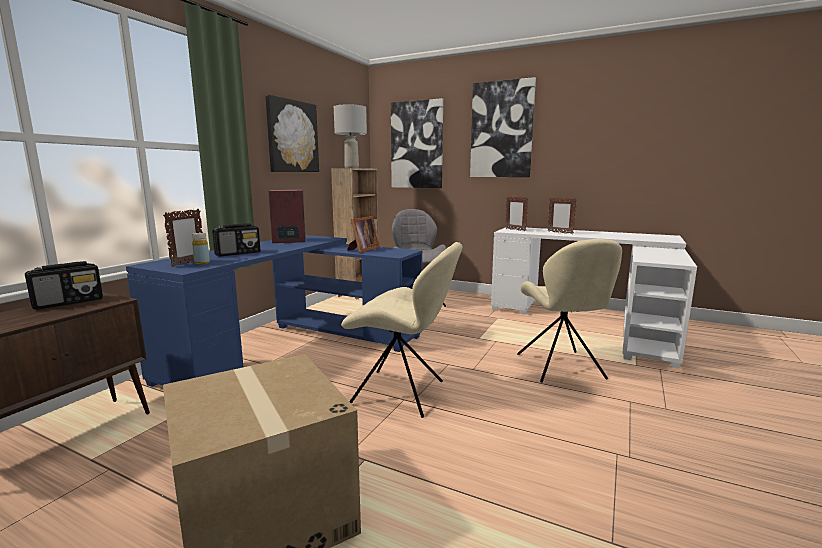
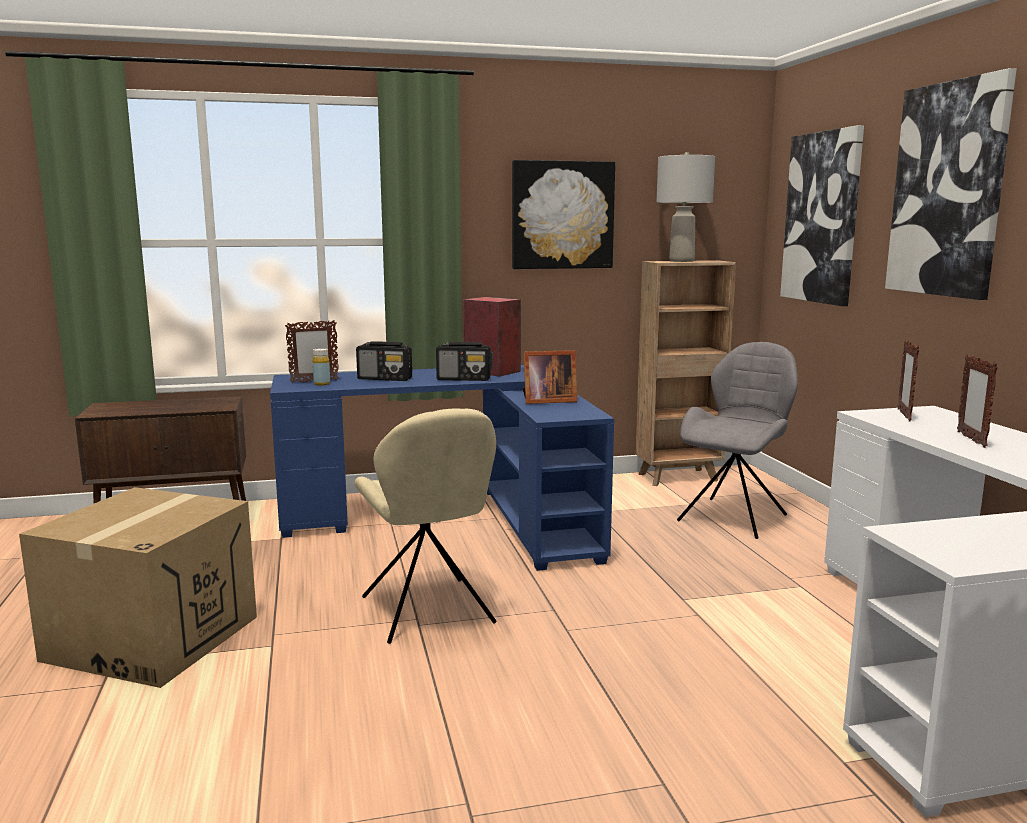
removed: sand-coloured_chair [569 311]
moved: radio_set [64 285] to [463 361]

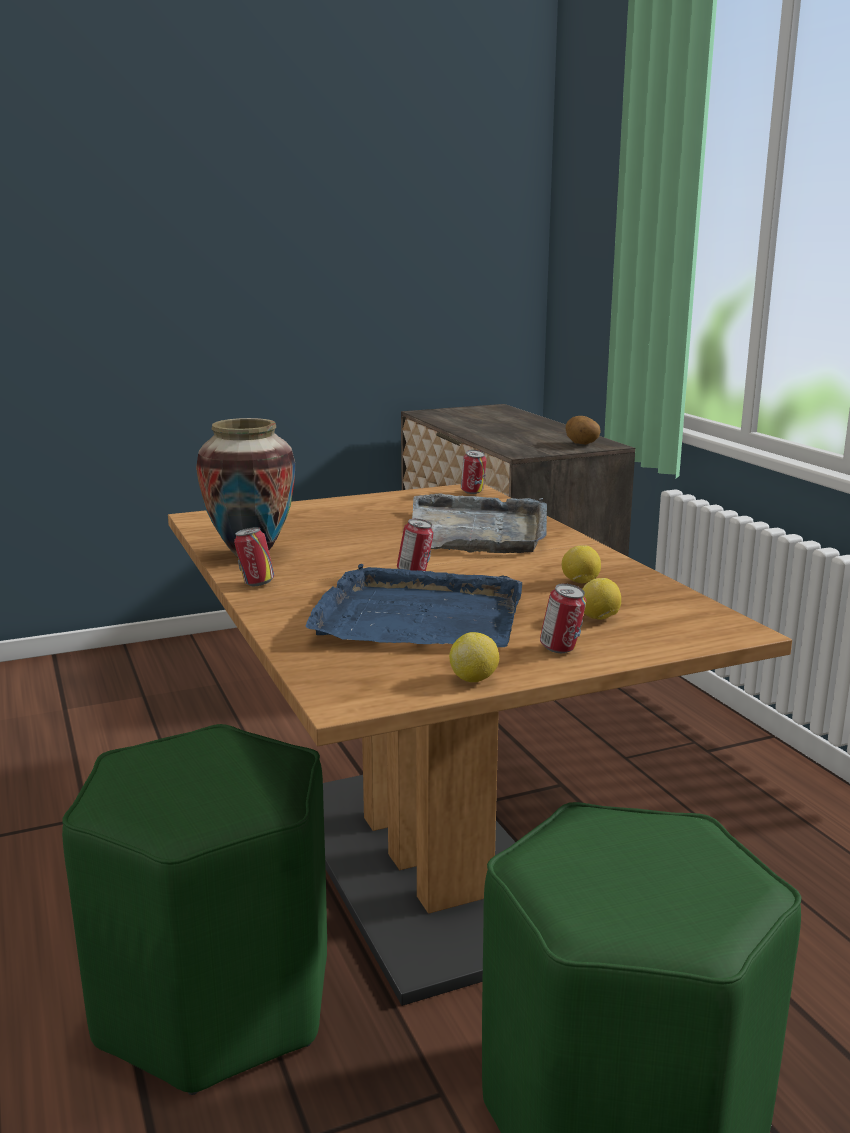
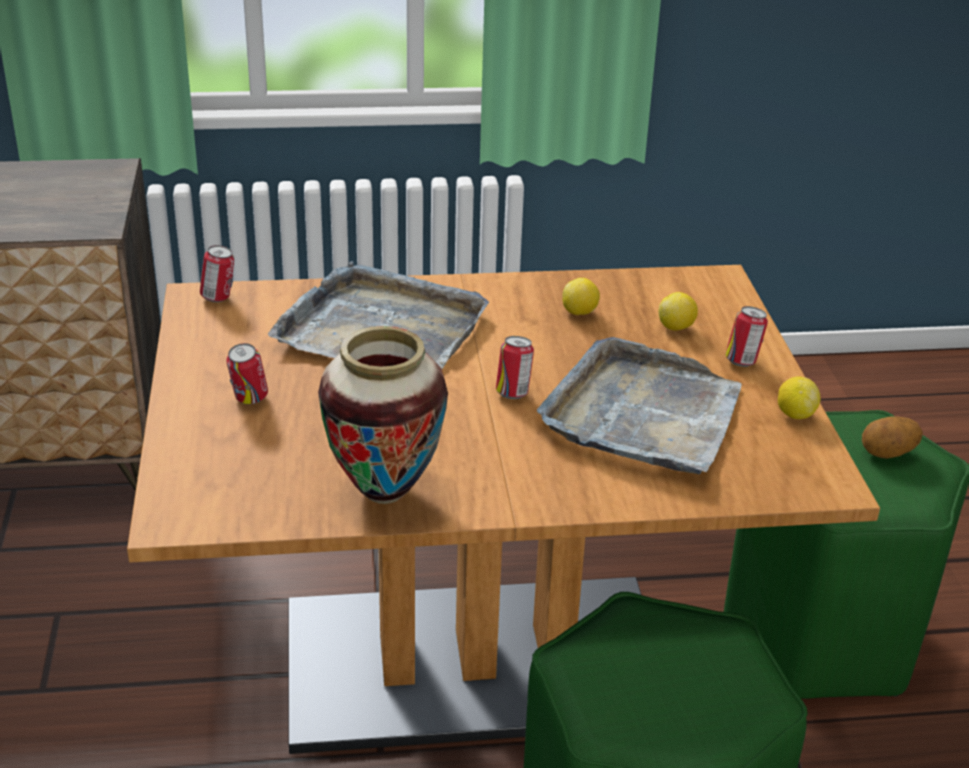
moved: metal_can [254 556] to [247 373]; whole_potato [583 430] to [892 437]
recoloured: blue-coloured_carrying_tray [414 605] to grey_carrying_tray [639 405]

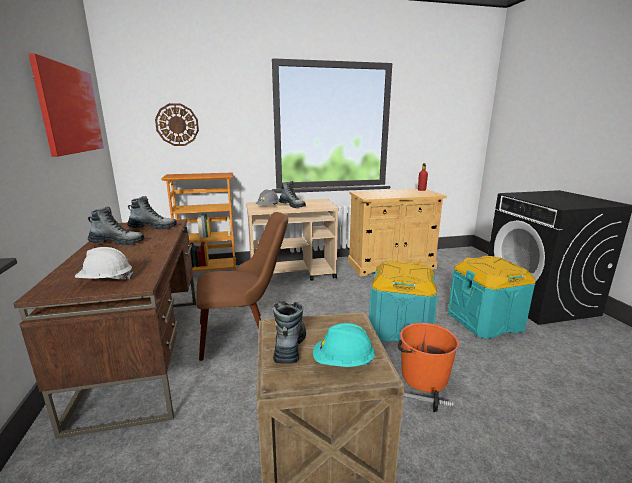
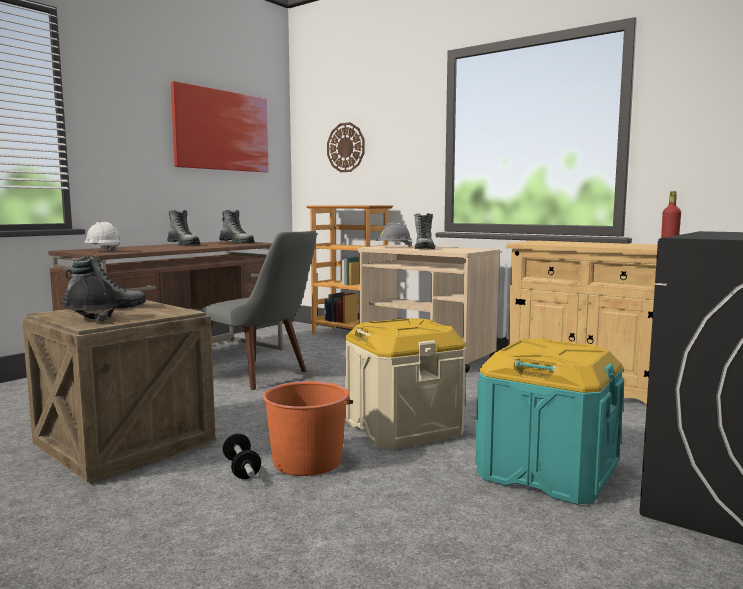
recoloured: brown_chair [242 286] to grey_chair [259 310]; turquoise_work_helmet [344 345] to blackish_work_helmet [91 299]; turquoise_storage_container [403 301] to sand-coloured_storage_container [405 384]

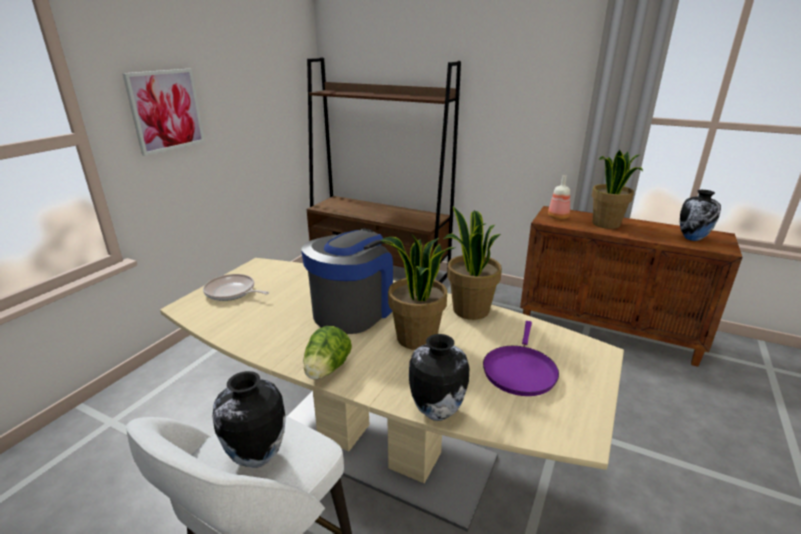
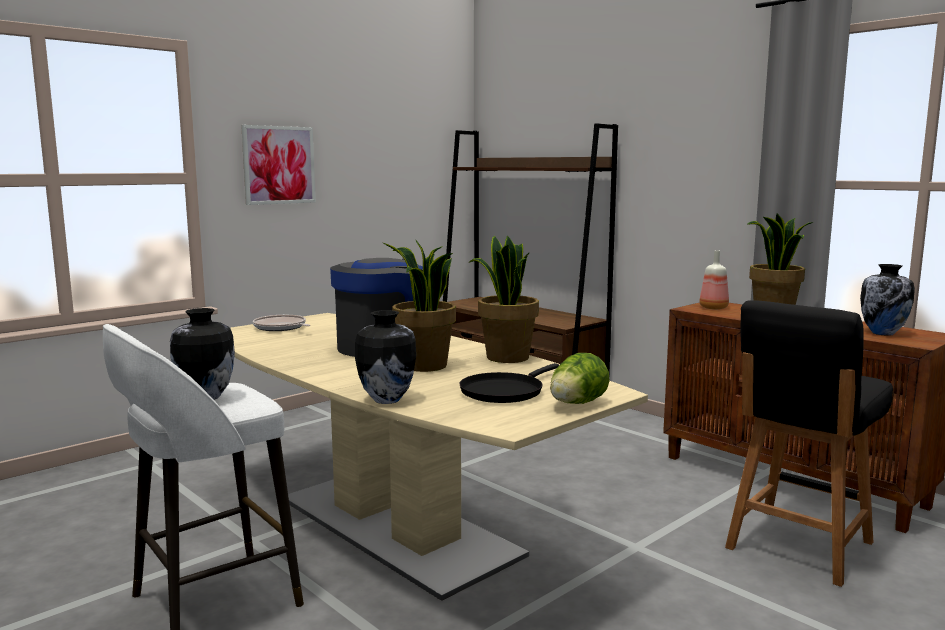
added: blackish_chair [809 443]
moved: head_of_lettuce [328 353] to [580 378]
recoloured: purple-coloured_frying_pan [521 358] to blackish_frying_pan [509 383]

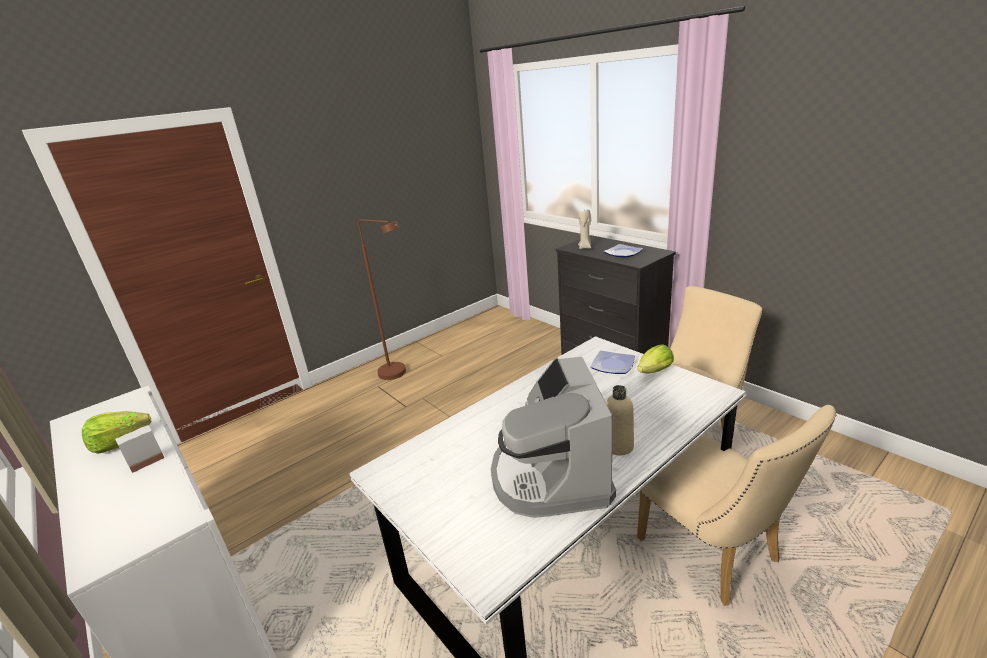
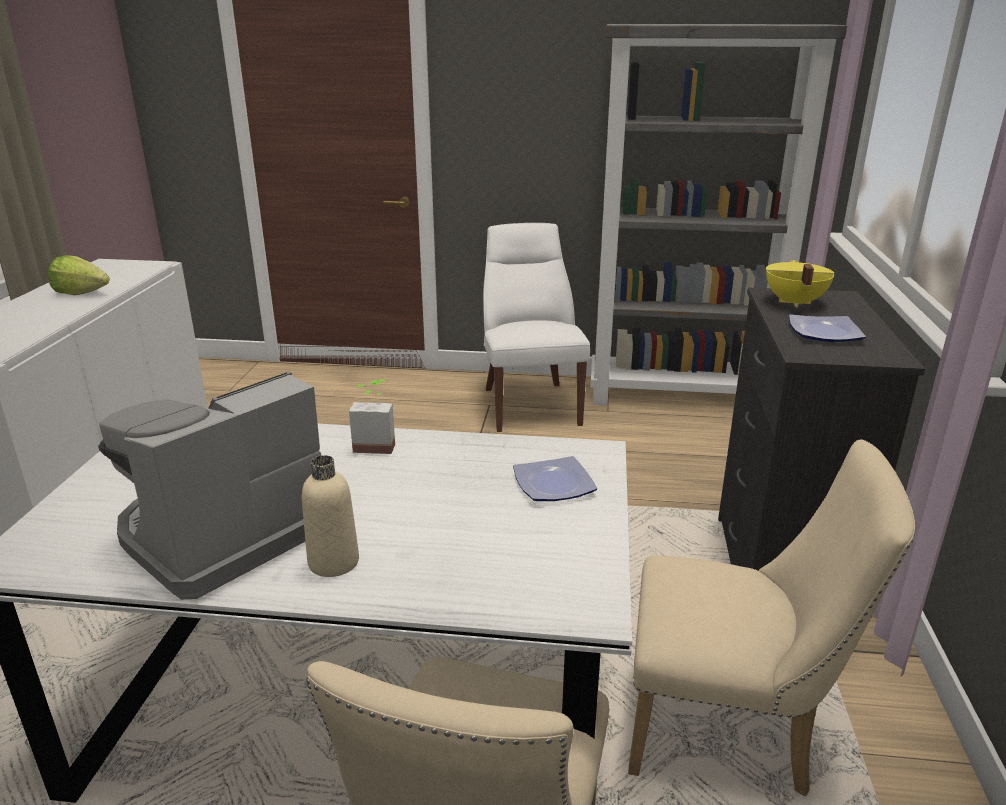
removed: head_of_lettuce [655 358]
added: grey_shelving_unit [718 214]
moved: potted_plant [139 442] to [372 416]
replaced: brown_standard_lamp [382 299] to whitish_chair [536 327]; sand-coloured_wax_candle [584 229] to yellowish_stockpot [800 284]

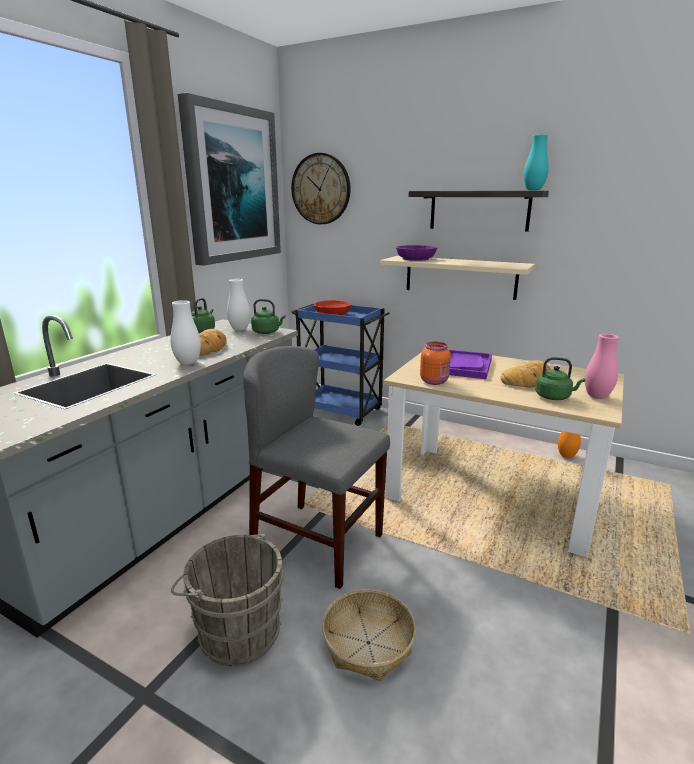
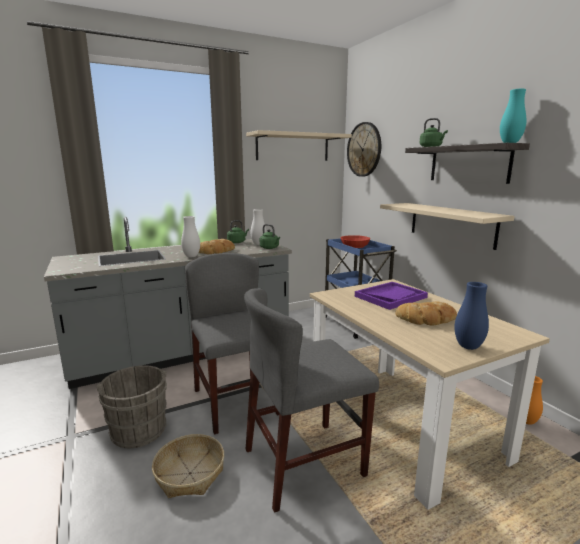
removed: purple-coloured_deep_dish [417 253]; orange_jar [435 363]
added: grey_chair [311 400]
moved: green_water_kettle [560 378] to [434 132]
replaced: wall_art [229 179] to sand-coloured_shelf [299 145]
recoloured: pink-coloured_decorative_vase [602 366] to blue-coloured_decorative_vase [471 316]

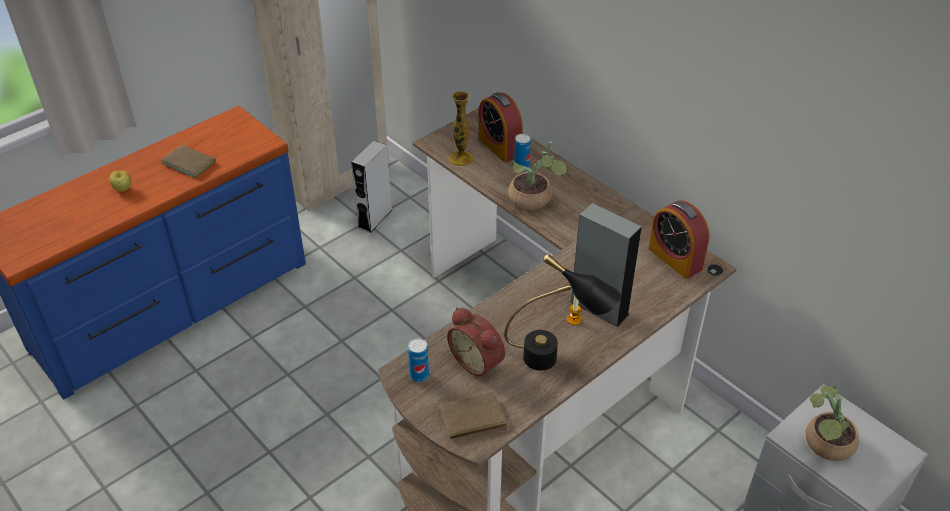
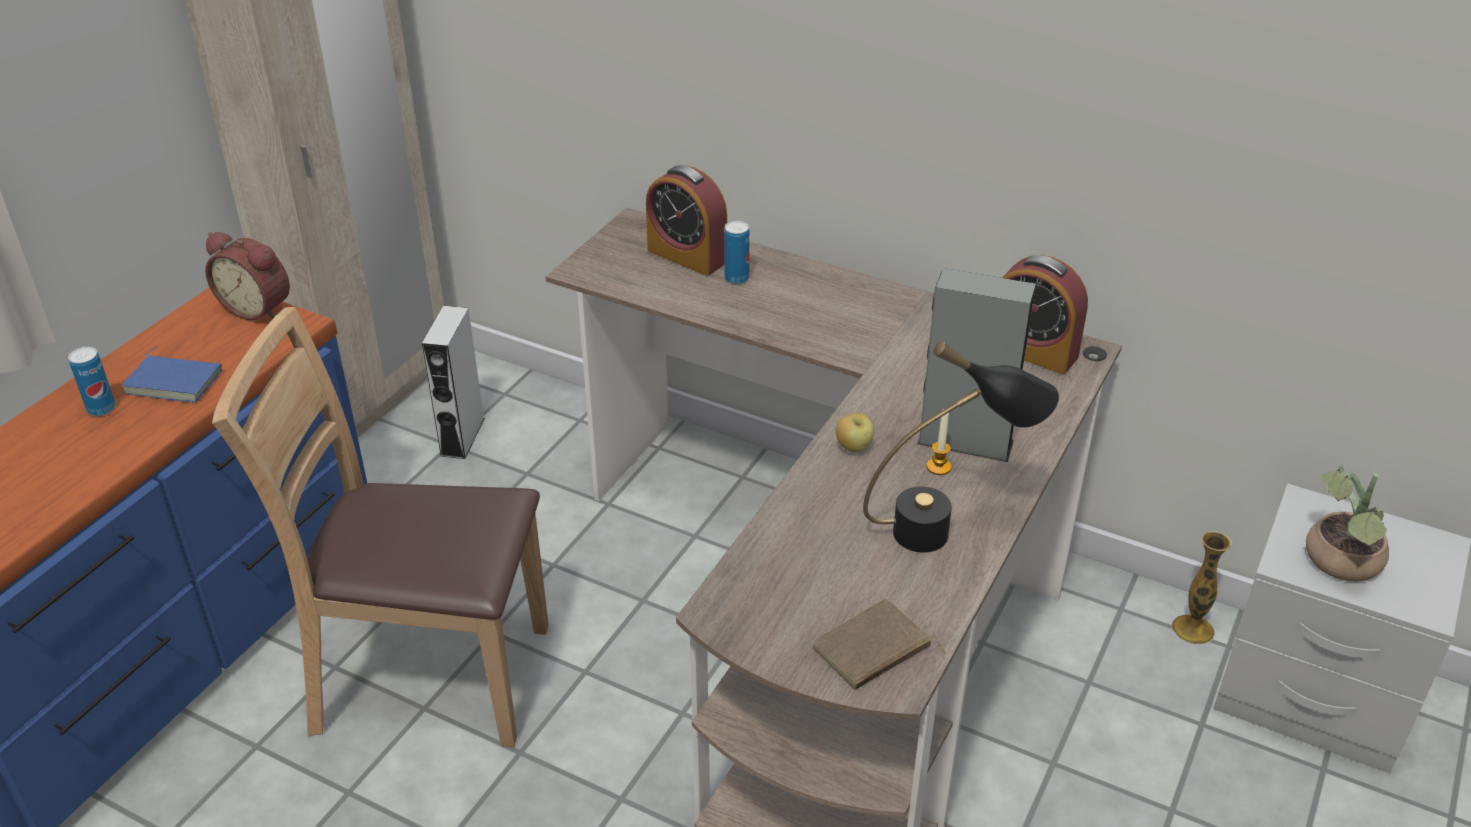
removed: potted_plant [538 176]
added: brown_chair [380 527]
moved: apple [120 181] to [855 432]; metal_can [418 360] to [92 381]; bedside_clock [476 342] to [247 276]; decorative_vase [461 129] to [1201 588]
recoloured: brown_volume [188 159] to blue-coloured_volume [172 374]

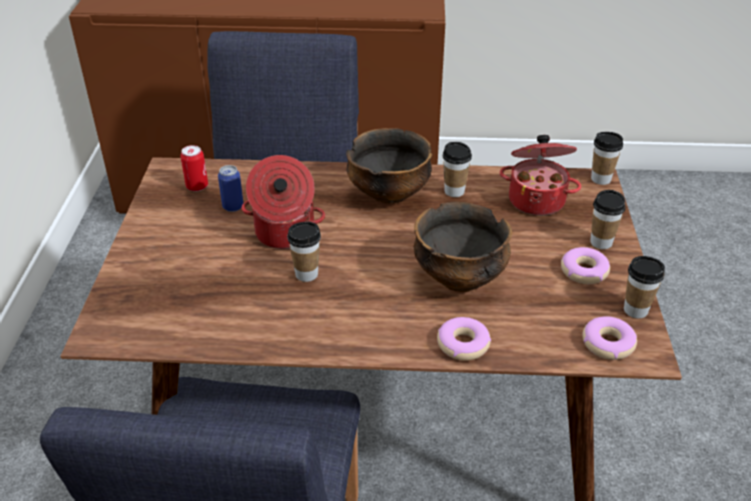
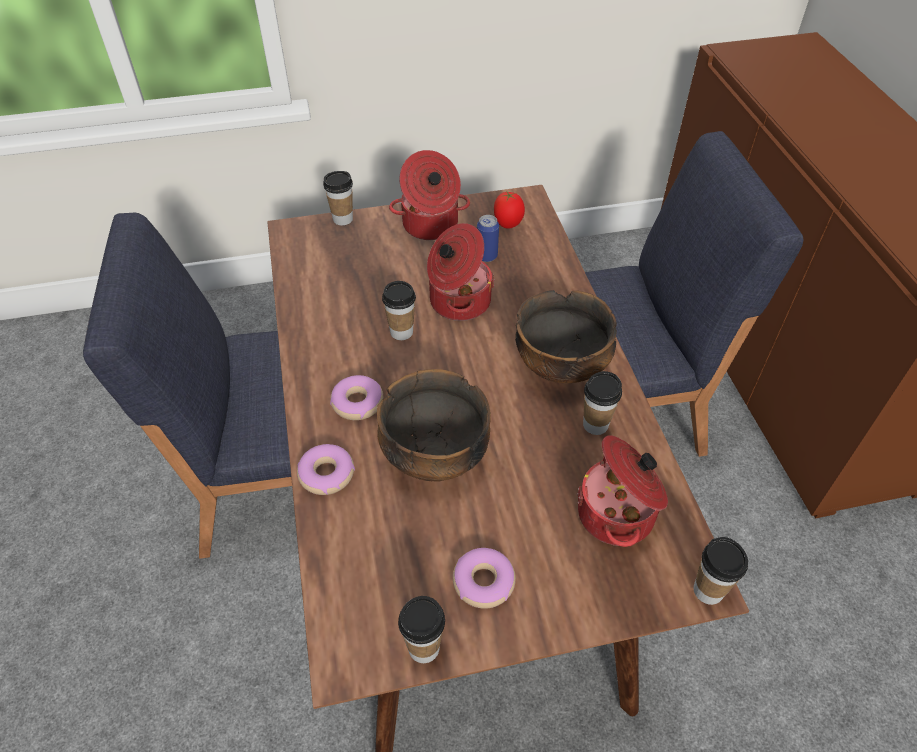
added: stockpot [429 195]
moved: doughnut [609 338] to [356 397]; small_cup [608 219] to [338 198]
replaced: metal_can [194 168] to whole_tomato [509 210]

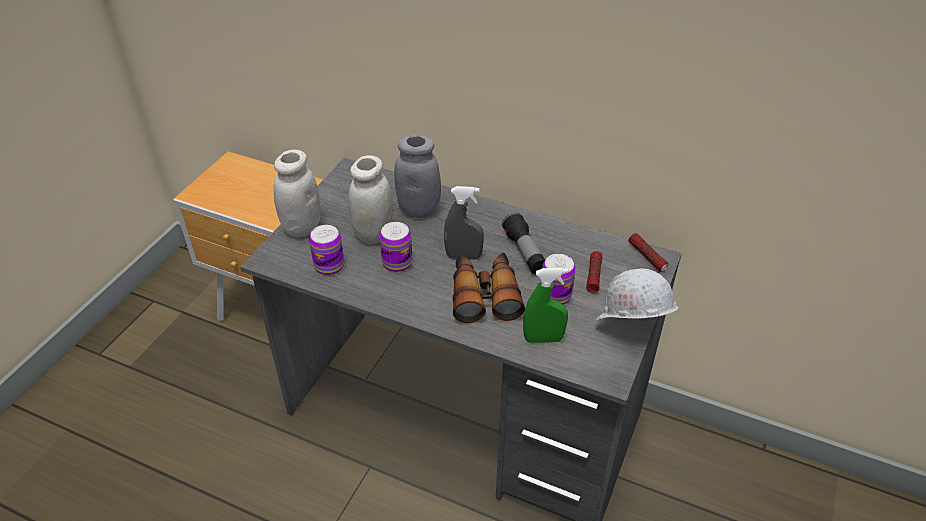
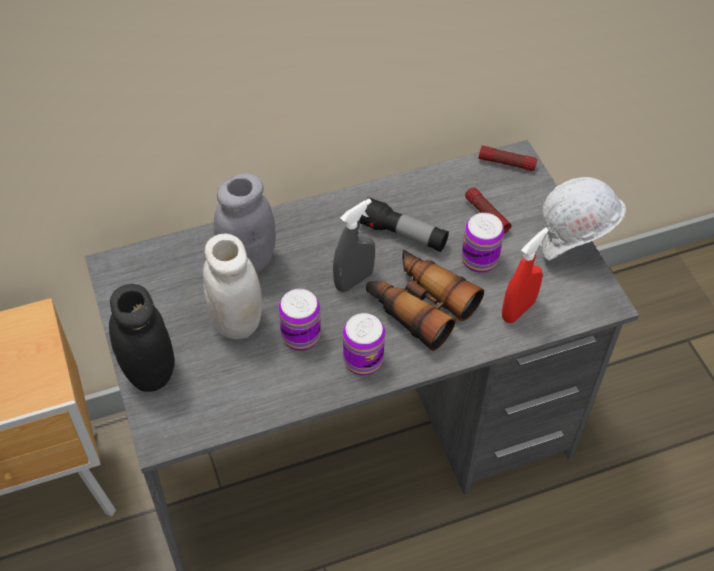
moved: metal_can [326 250] to [364 344]
recoloured: whitish_jar [297 194] to blackish_jar [142 337]; green_sprayer [545 305] to red-coloured_sprayer [525 275]

